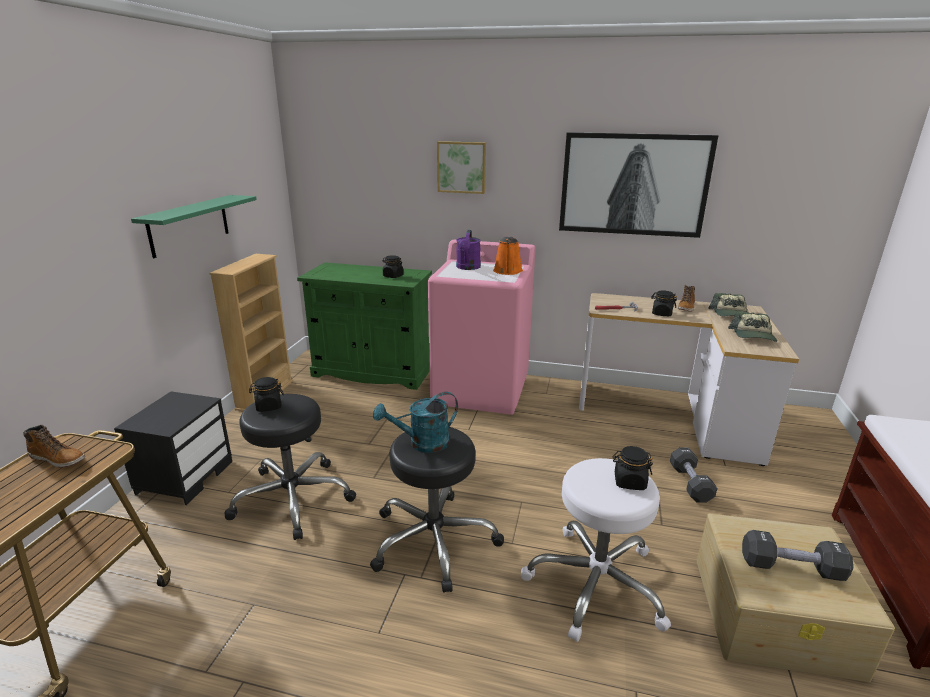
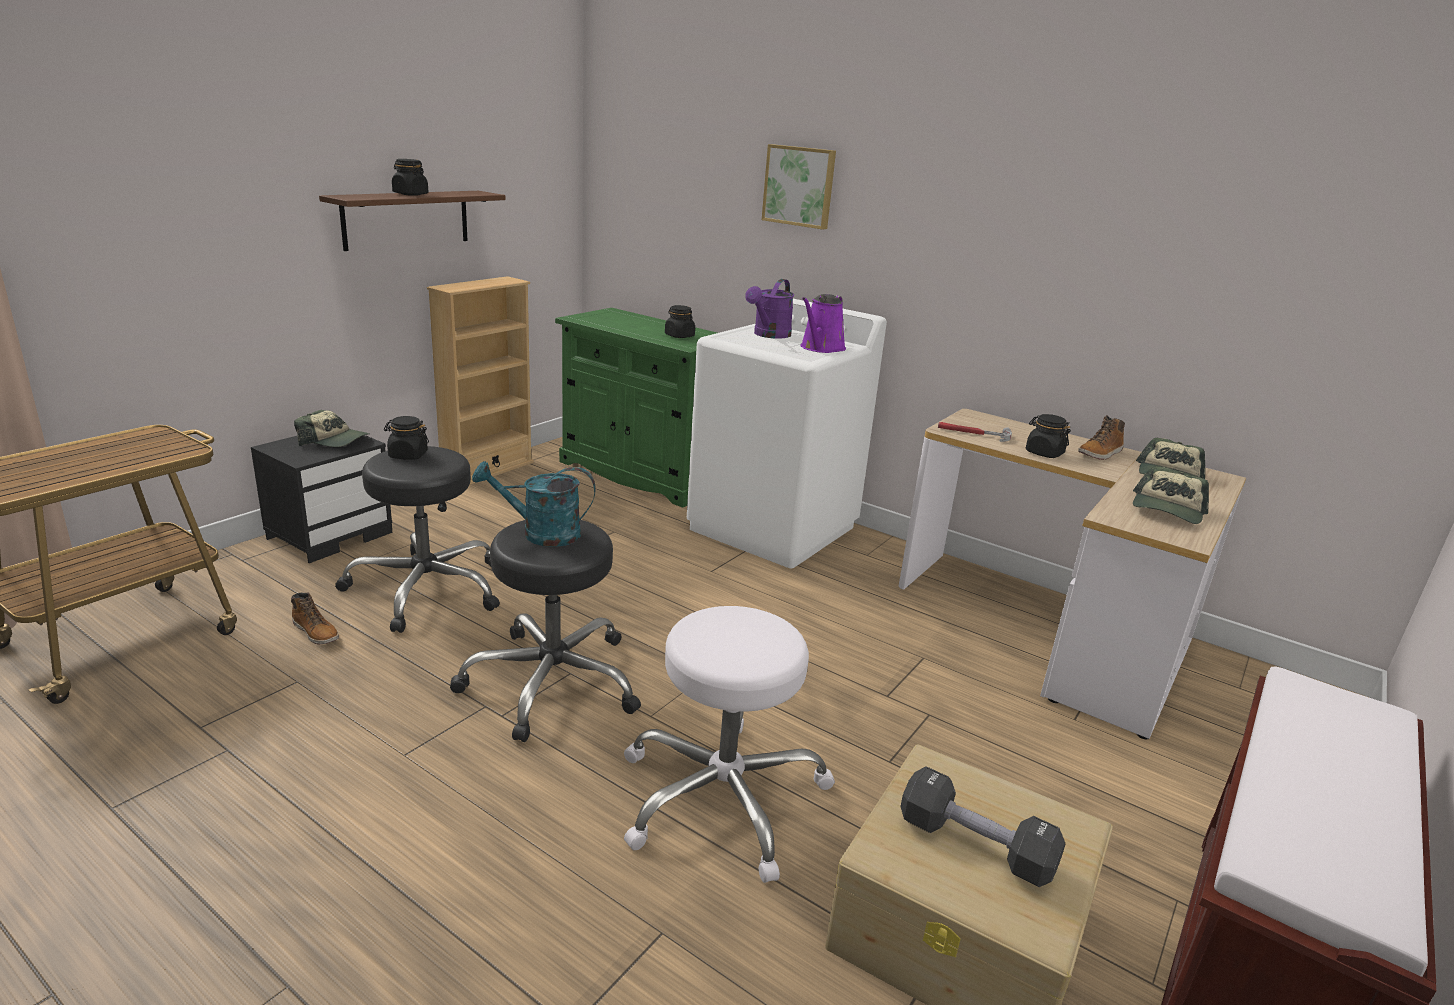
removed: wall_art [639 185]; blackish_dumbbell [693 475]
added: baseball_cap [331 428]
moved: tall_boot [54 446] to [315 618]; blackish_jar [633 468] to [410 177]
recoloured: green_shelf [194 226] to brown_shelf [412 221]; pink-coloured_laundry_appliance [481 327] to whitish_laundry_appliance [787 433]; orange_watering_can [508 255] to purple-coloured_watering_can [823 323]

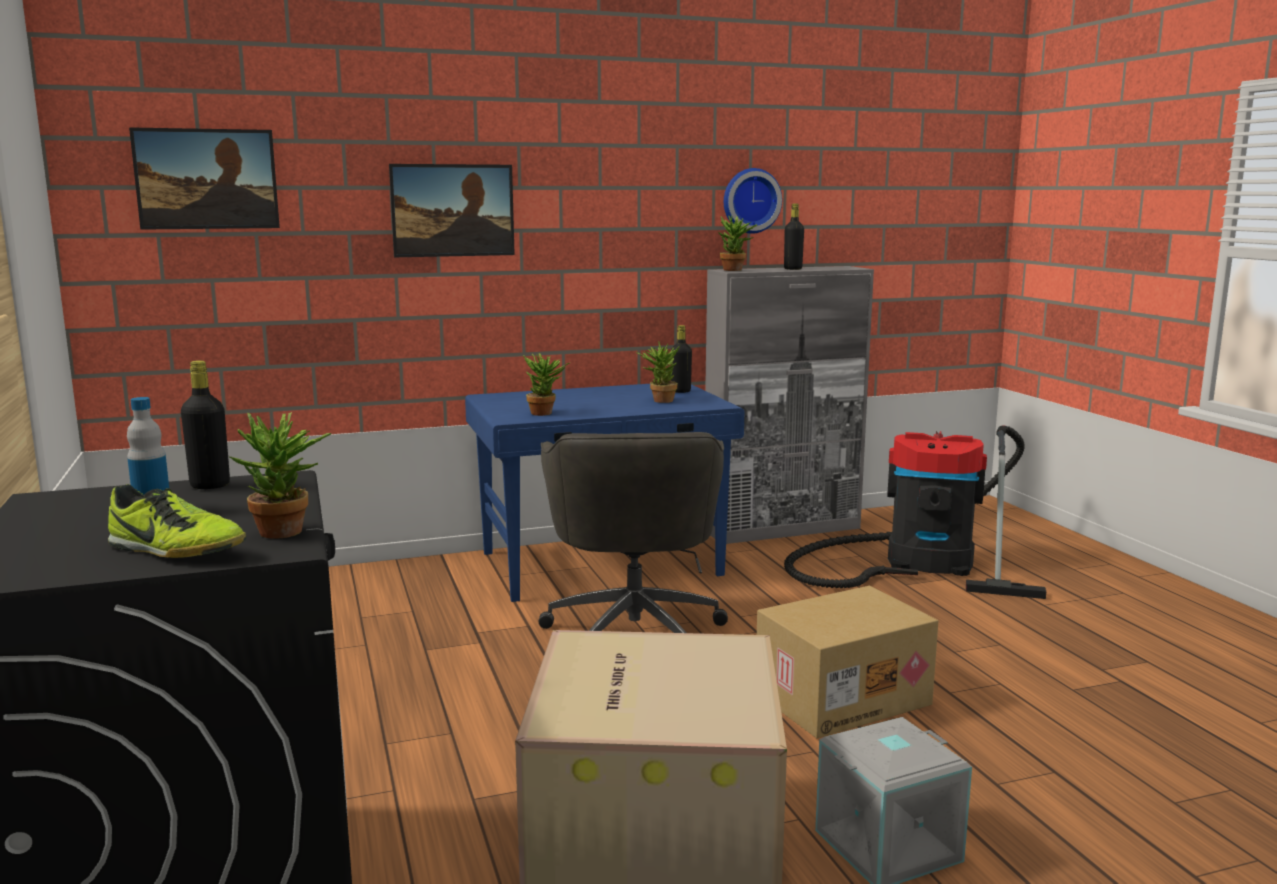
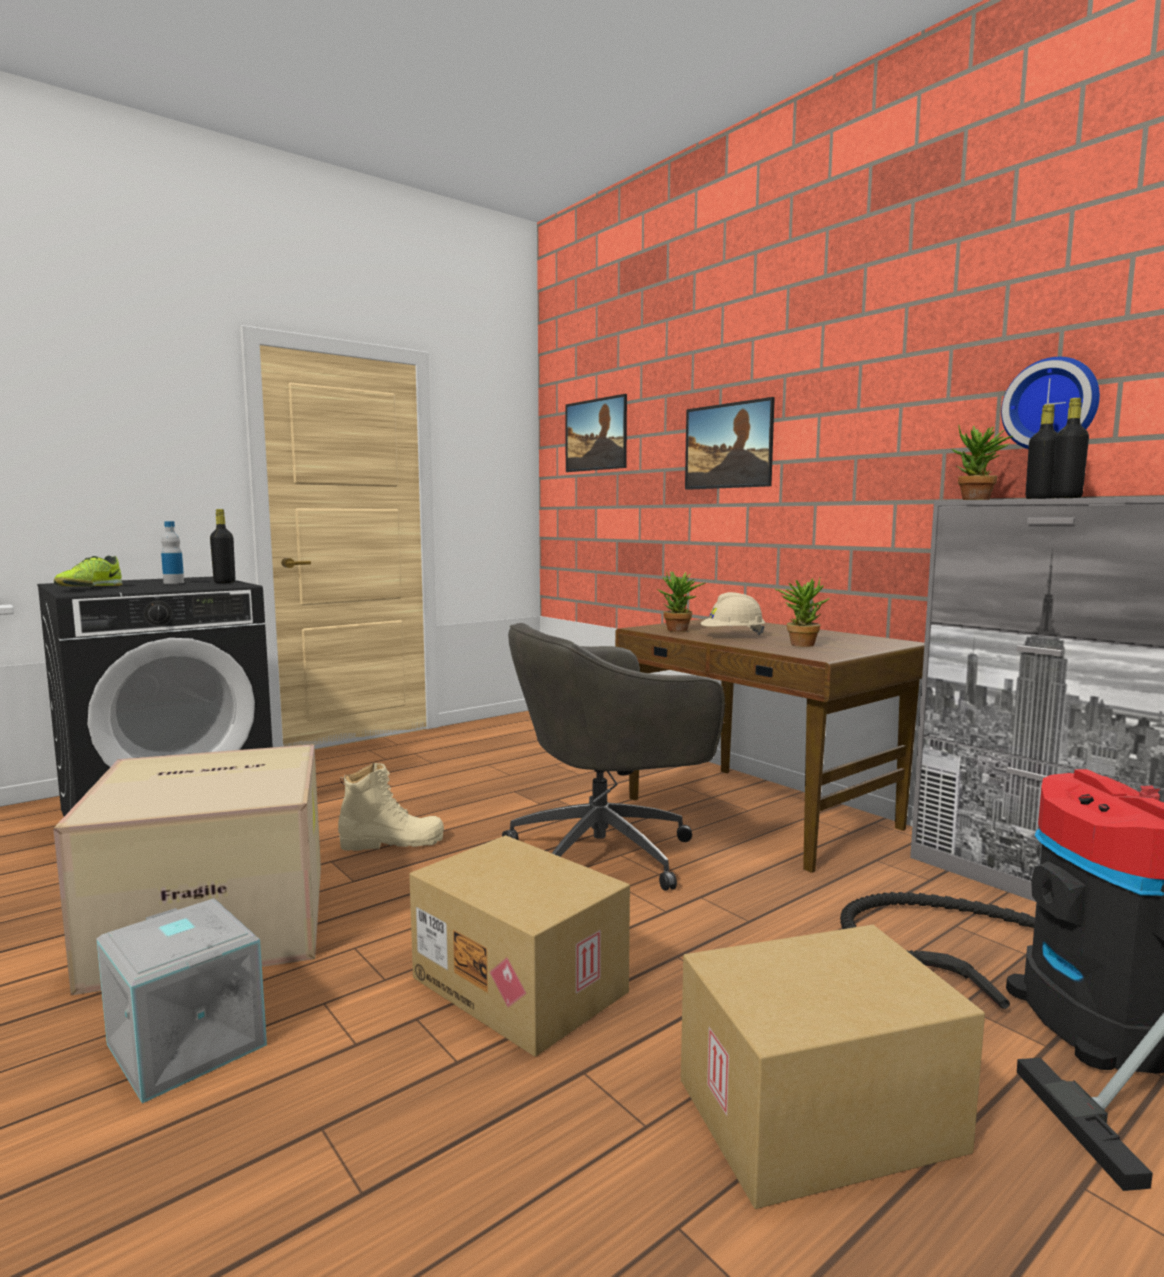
removed: potted_plant [280 475]
added: sand-coloured_tall_boot [391 807]; cardboard_box [833 1067]; sand-coloured_work_helmet [732 613]
moved: blackish_beverage_bottle [681 359] to [1041 451]
recoloured: blue-coloured_desk [604 493] to brown_desk [769 745]

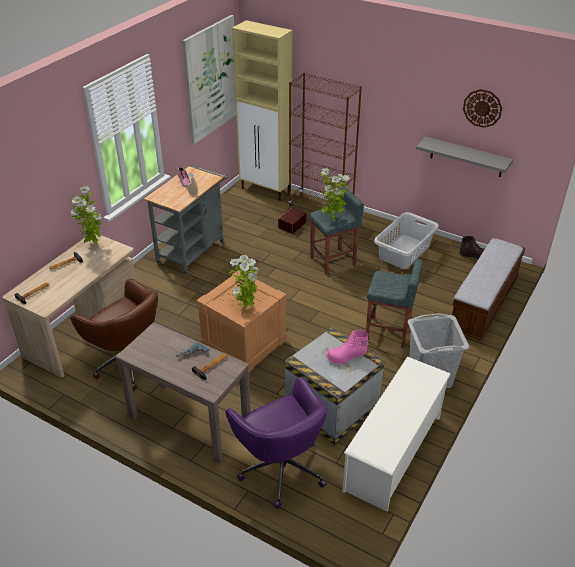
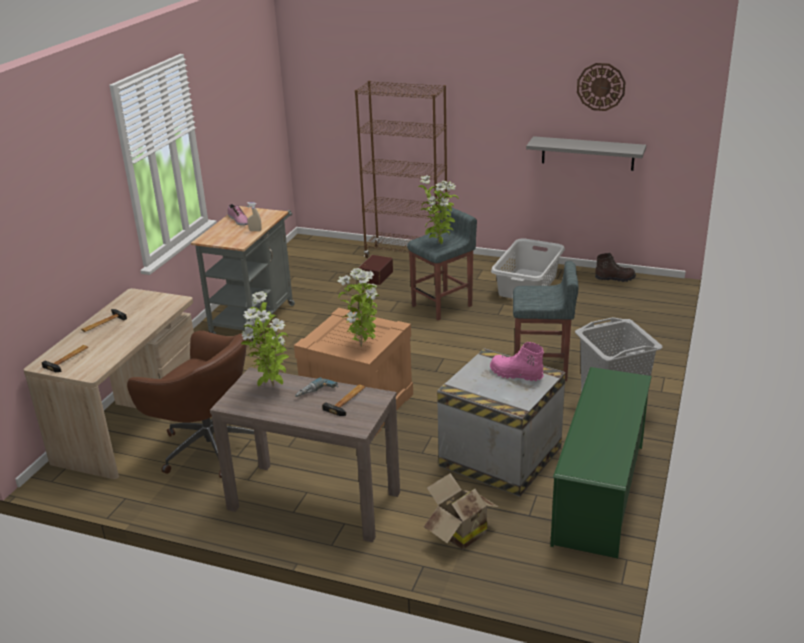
removed: wall_art [209 79]; sand-coloured_storage_cabinet [262 110]; bench [488 289]
moved: potted_plant [86 215] to [265 339]
replaced: purple-coloured_office_chair [277 443] to cardboard_box [461 511]
recoloured: whitish_shoe_rack [396 434] to green_shoe_rack [601 462]
turned: pink-coloured_tall_boot [347 347] = [517 361] 60 degrees clockwise

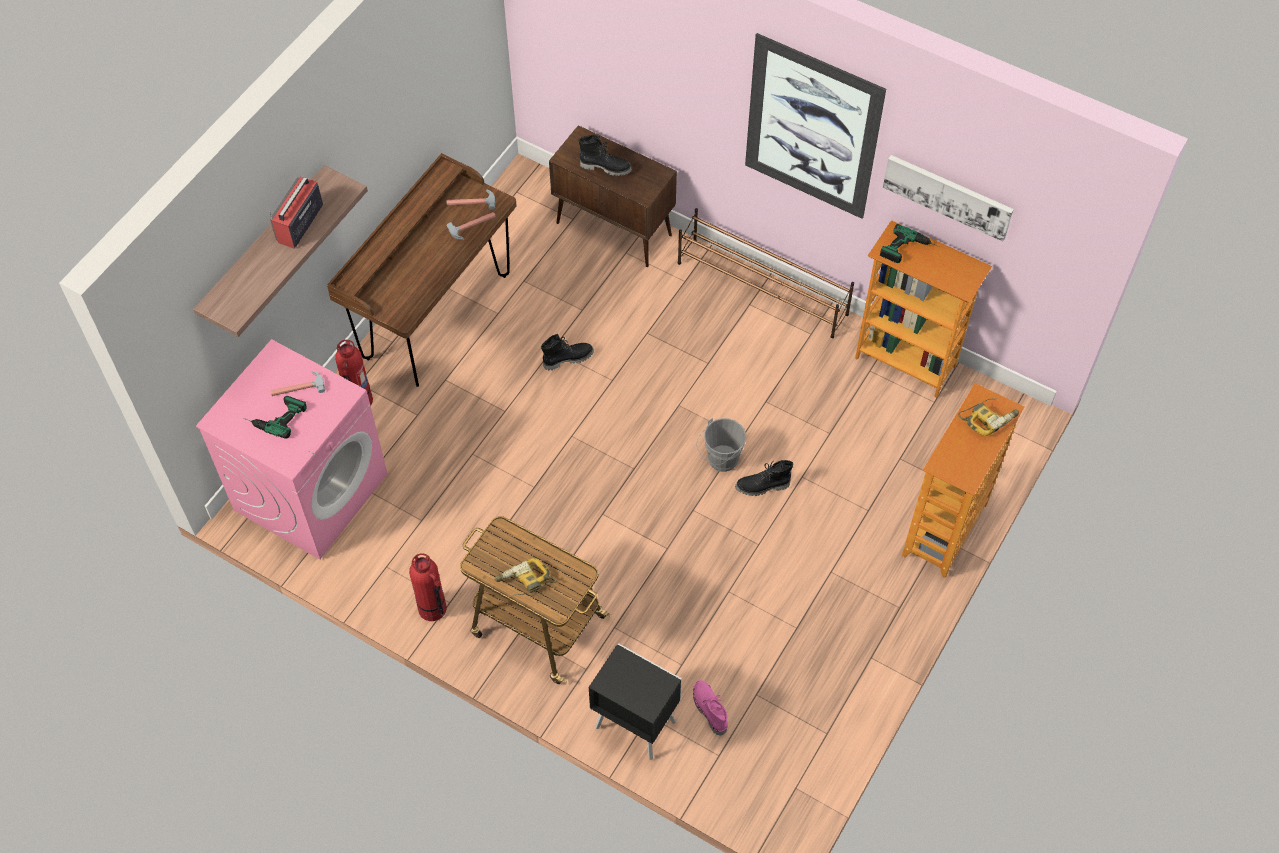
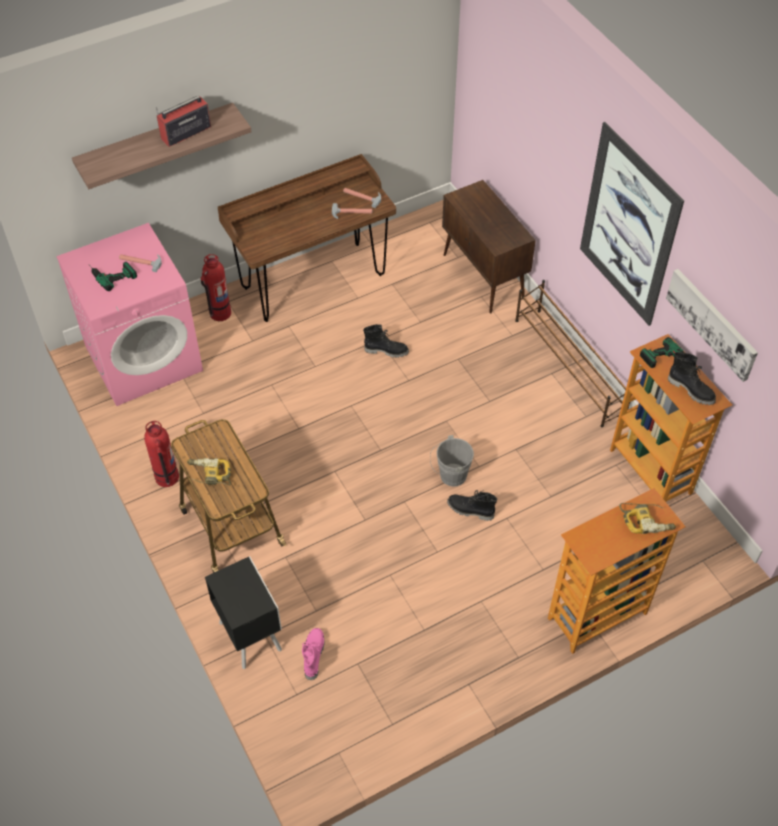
moved: blackish_tall_boot [605 155] to [692 378]

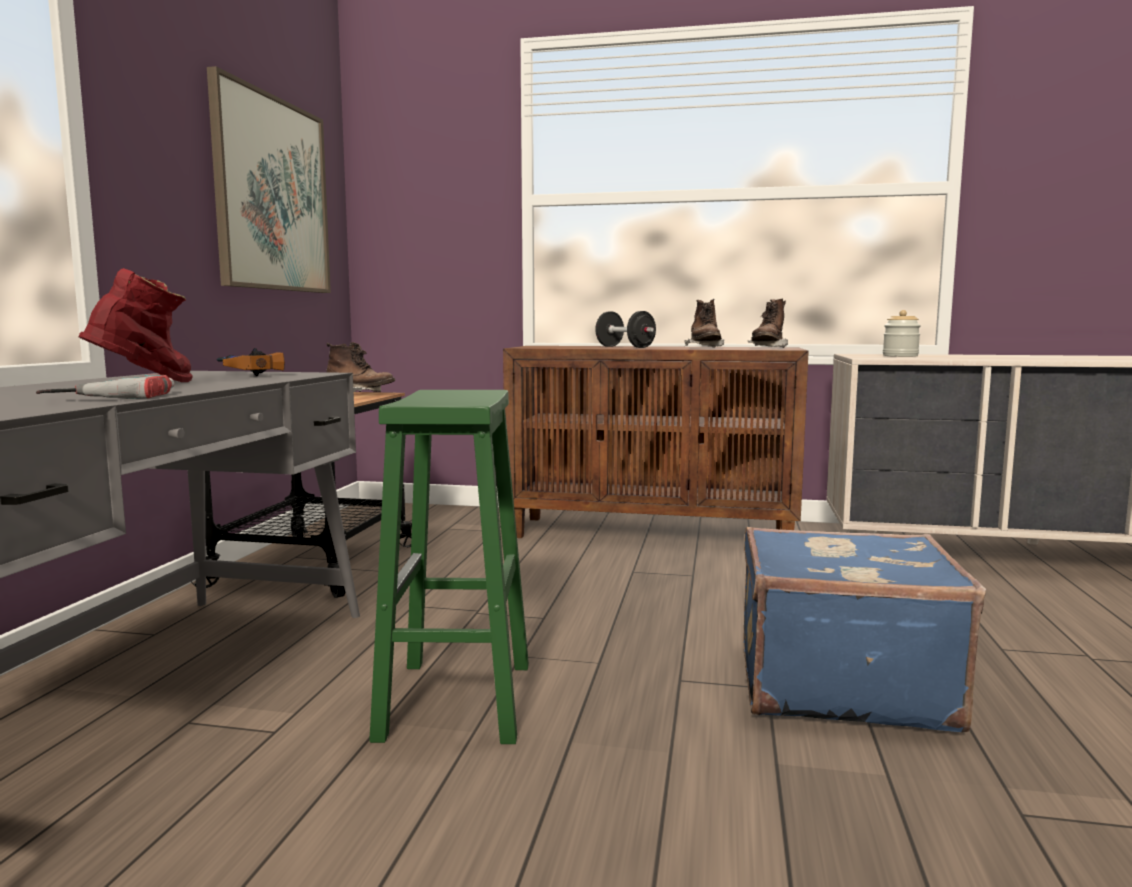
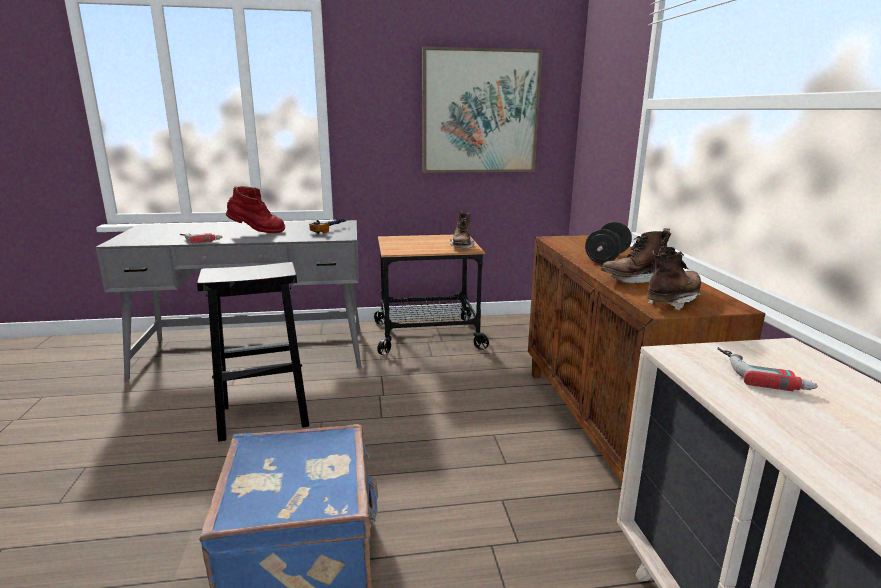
replaced: jar [902 333] to power_drill [767 369]
recoloured: green_stool [449 567] to blackish_stool [253 352]
turned: brown_tall_boot [768 323] = [674 278] 135 degrees clockwise

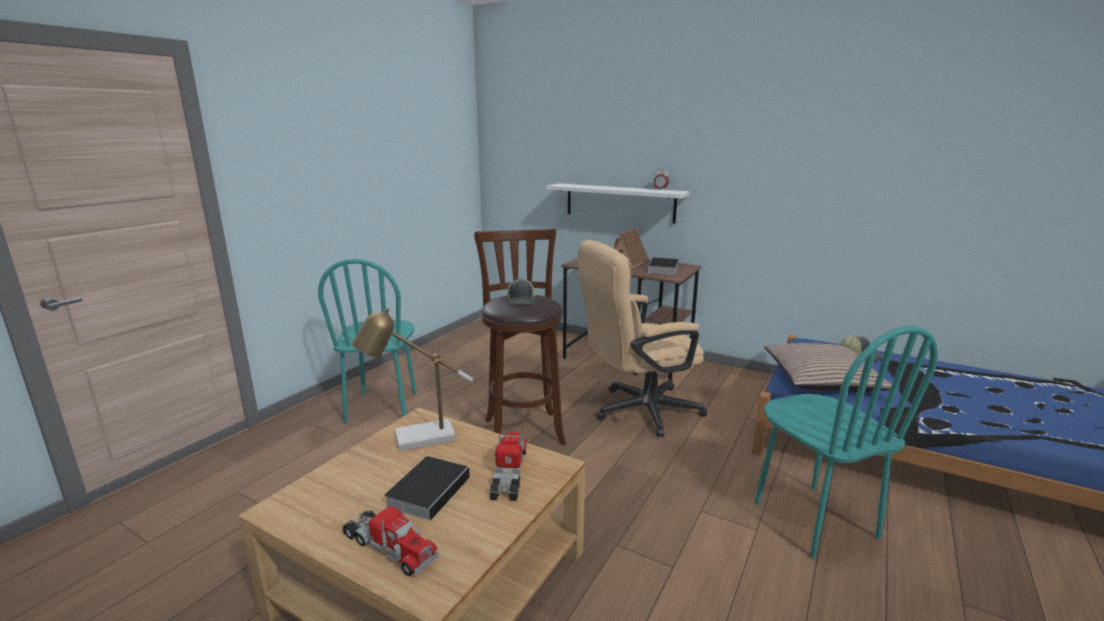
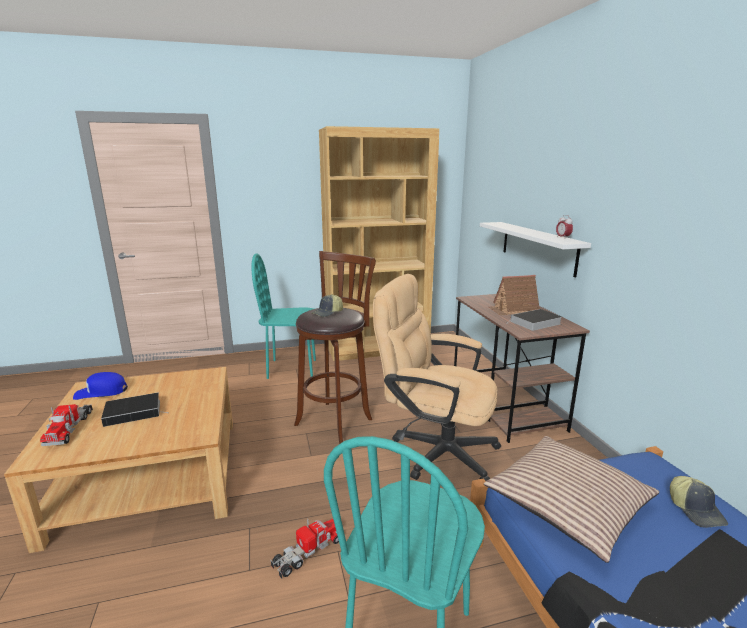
removed: lamp_for_a_table [412 379]
added: blue-coloured_baseball_cap [100 386]; brown_shelving_unit [379 243]
moved: model_truck [508 466] to [305 549]
turned: turquoise_chair [367 341] = [284 316] 45 degrees clockwise

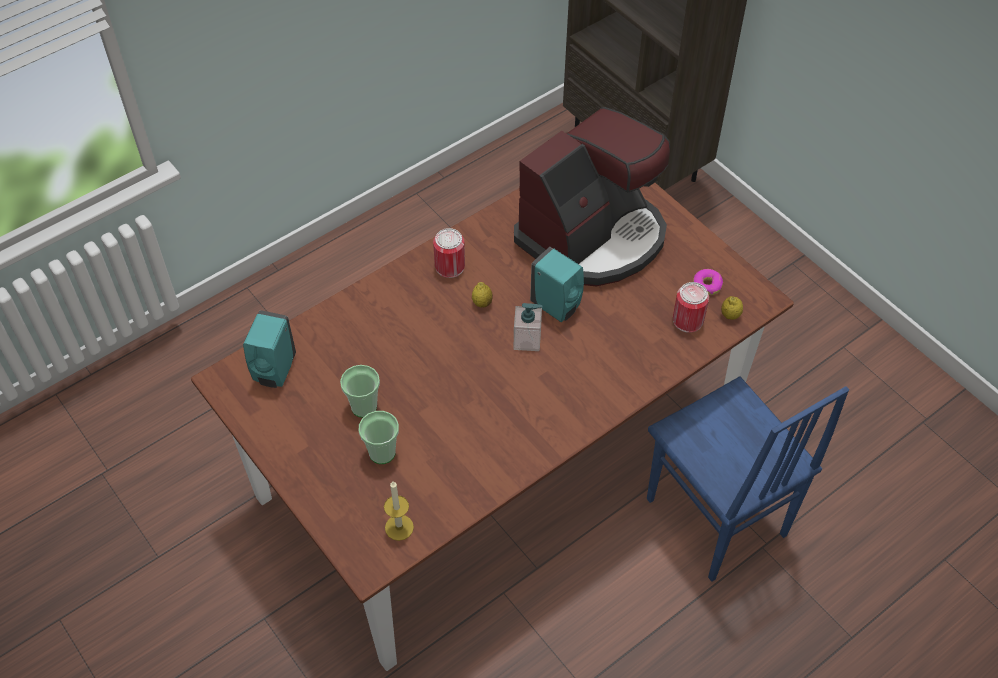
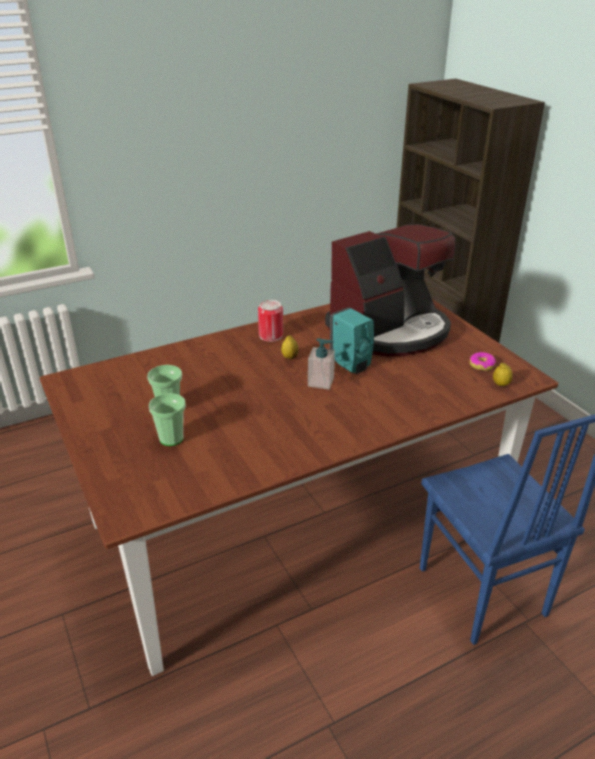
removed: turquoise_soap_bottle [269 349]; wax_candle [399 511]; metal_can [691 307]

